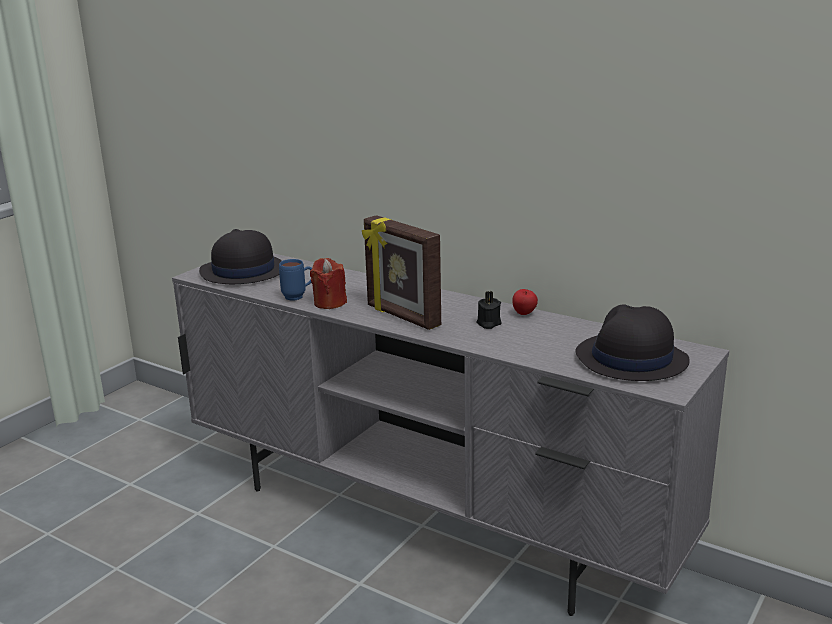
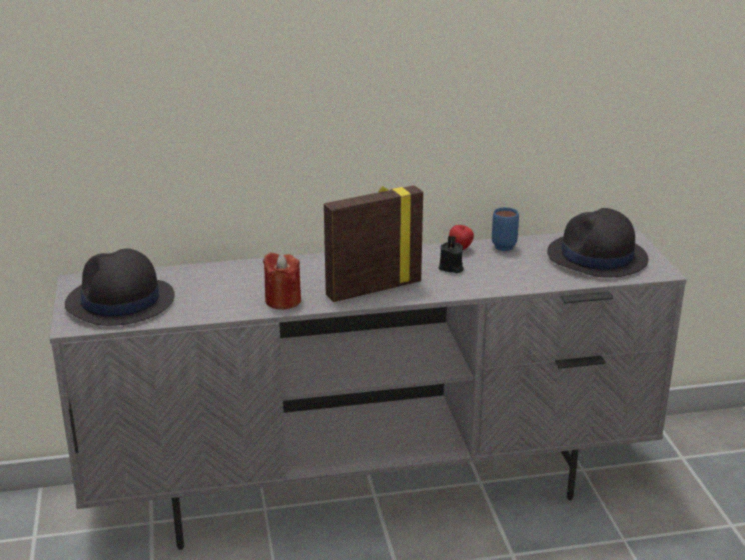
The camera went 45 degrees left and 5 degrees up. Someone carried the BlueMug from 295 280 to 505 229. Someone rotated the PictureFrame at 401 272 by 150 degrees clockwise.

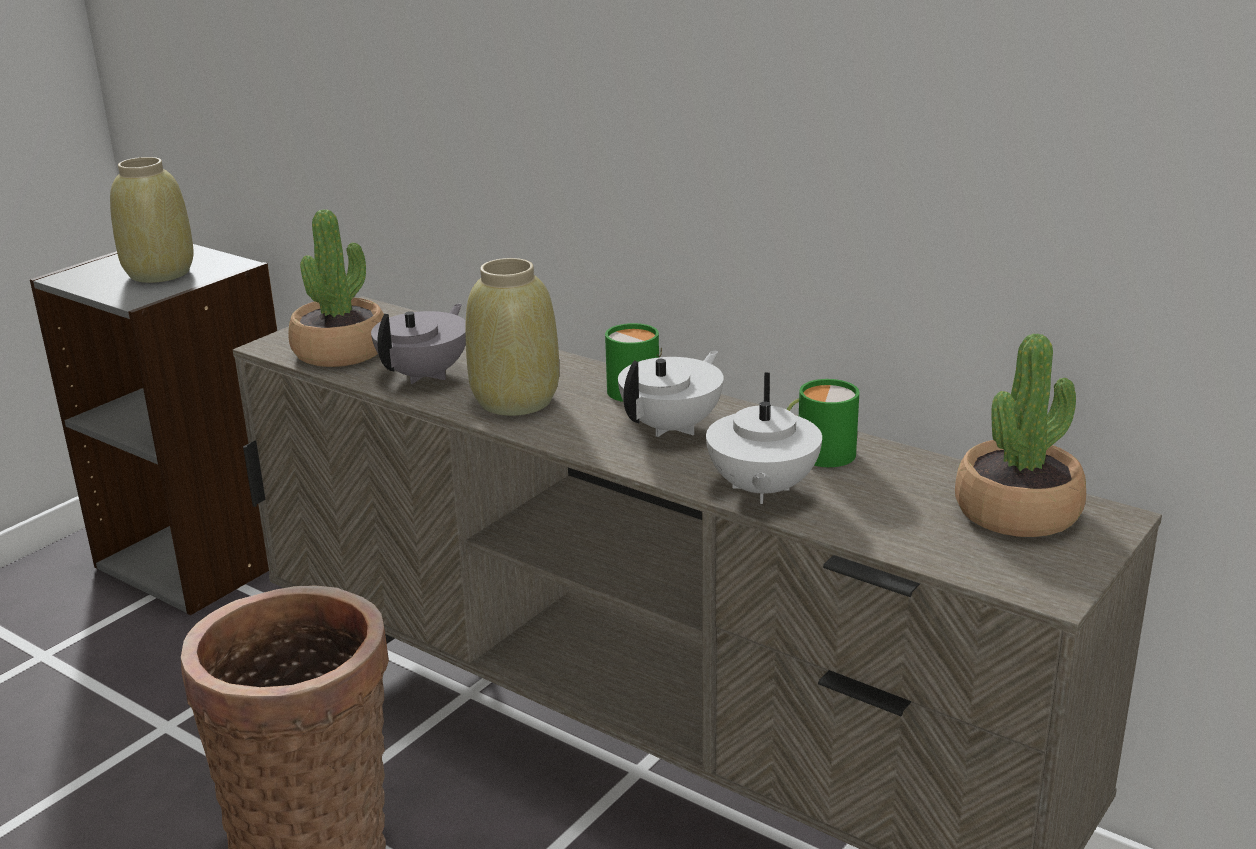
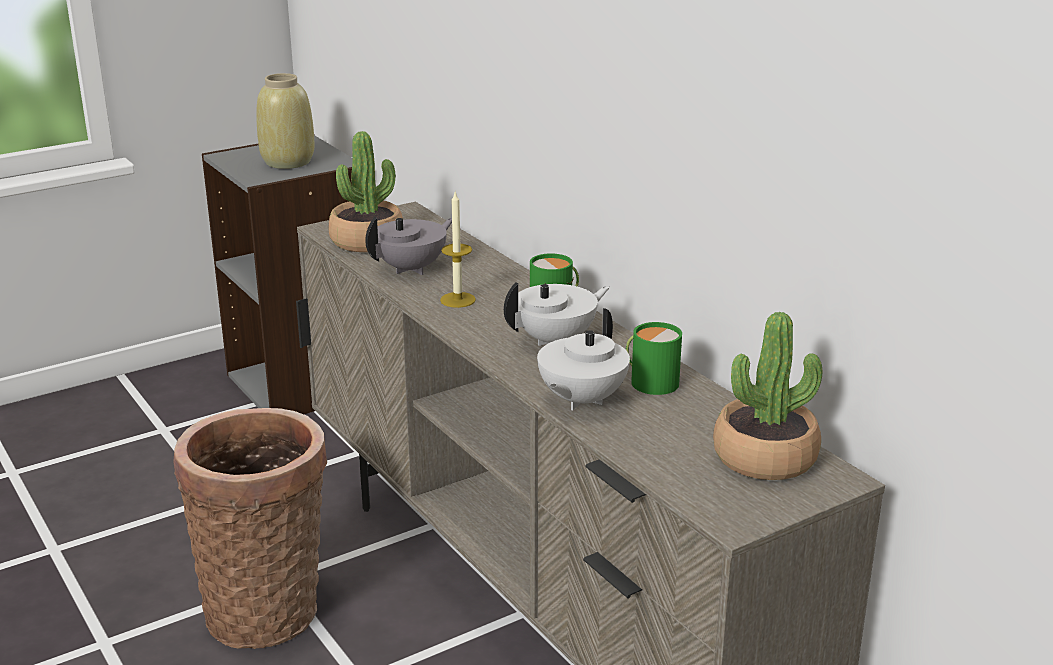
The camera went 20 degrees right and 0 degrees up. Someone swapped the BeigeVase at 512 337 for the Candle at 458 250.

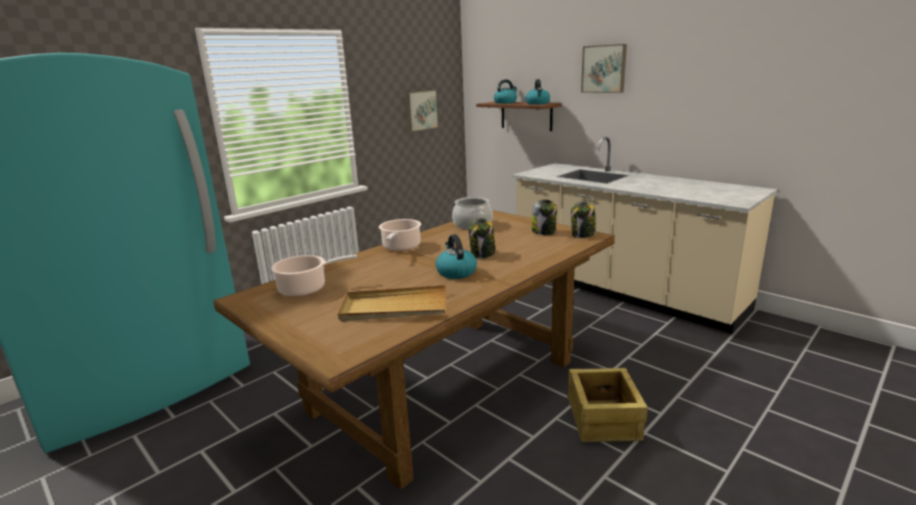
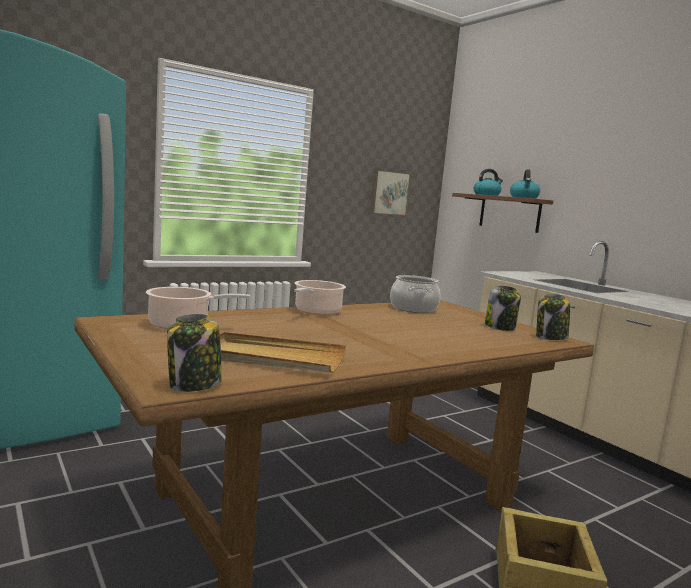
The camera went 10 degrees right and 10 degrees down. Someone took away the Kettle at 456 256. Someone carried the Jar from 482 238 to 194 353. Someone took away the Picture at 604 68.

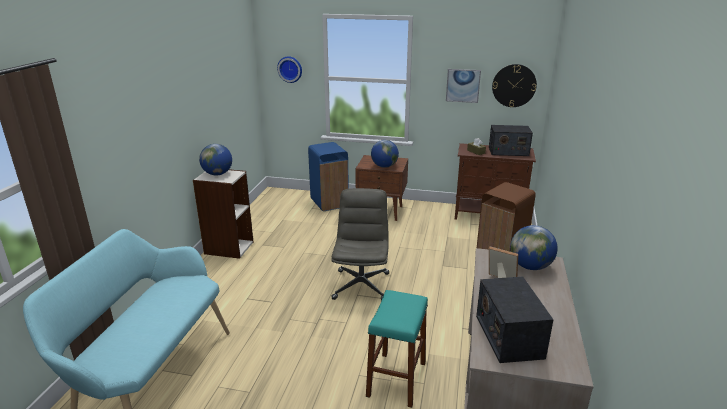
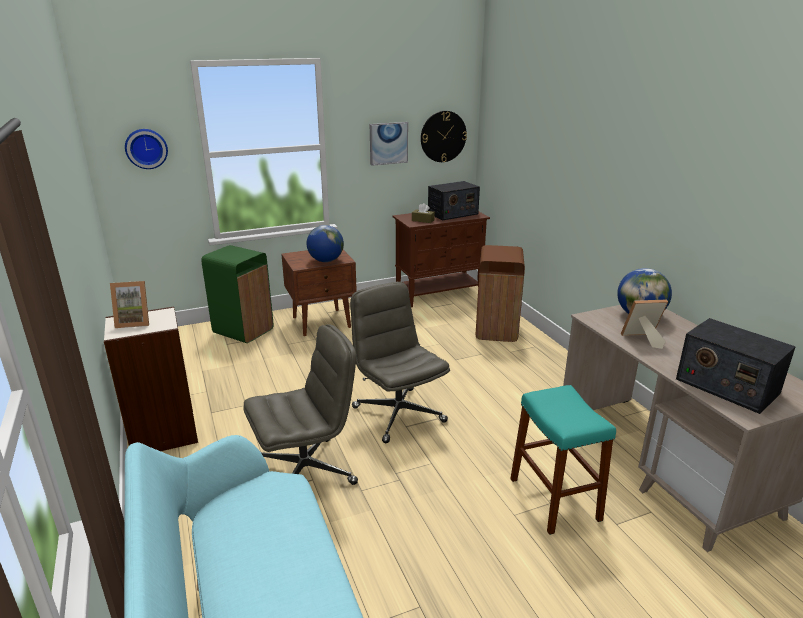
The camera went 35 degrees left and 0 degrees up. Someone swapped the Globe at 215 160 for the PictureFrame at 129 304. Someone repainted the BlueTrashCan at 328 176, which became the GreenTrashCan at 237 294. Someone put down the GreyOfficeChair at 300 404.

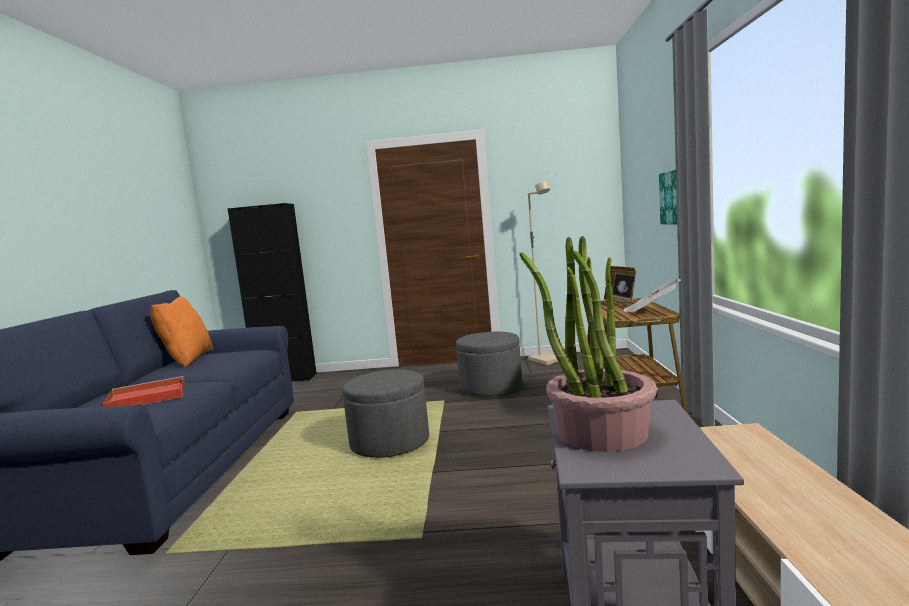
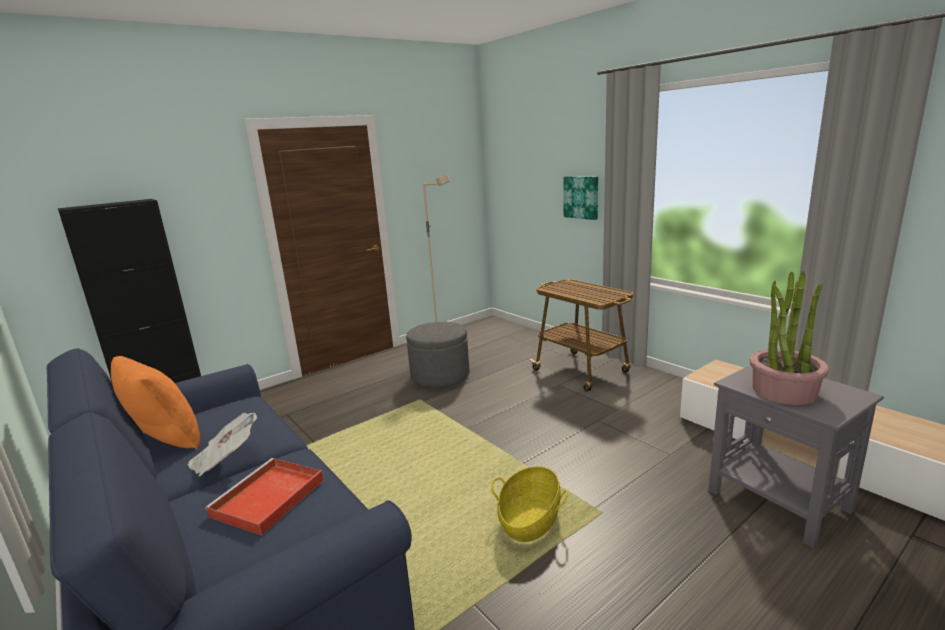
The camera went 40 degrees left and 10 degrees up. Someone took away the GreyOttoman at 385 414. Someone took away the PictureFrame at 620 286. Someone carried the Newspaper from 652 295 to 222 445. Someone put down the Basket at 529 504.

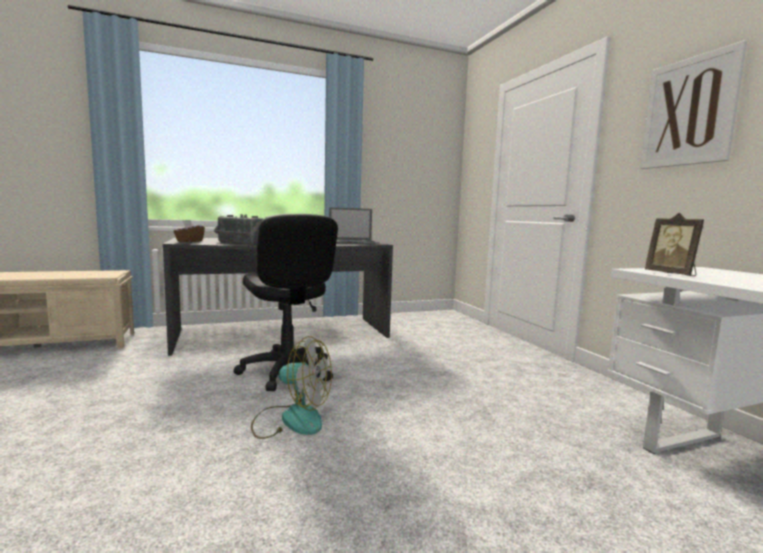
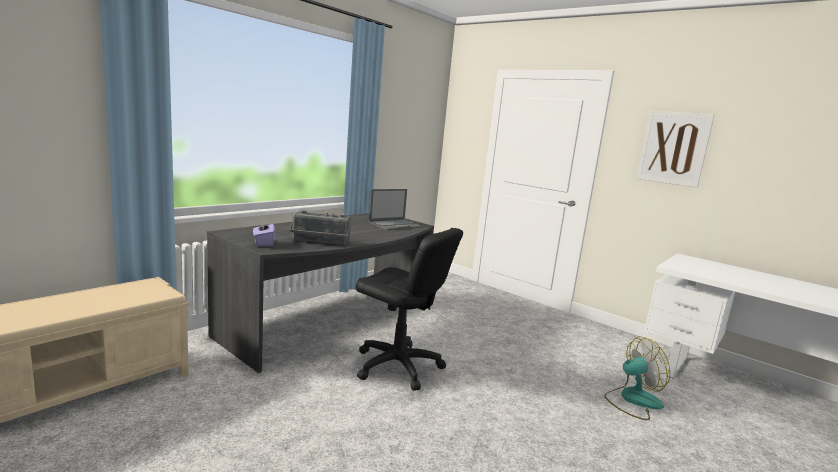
The camera went 30 degrees left and 5 degrees up. Someone repainted the BrownTissueBox at 189 231, which became the PurpleTissueBox at 264 233. Someone carried the Fan from 291 387 to 637 378. Someone took away the PictureFrame at 674 244.

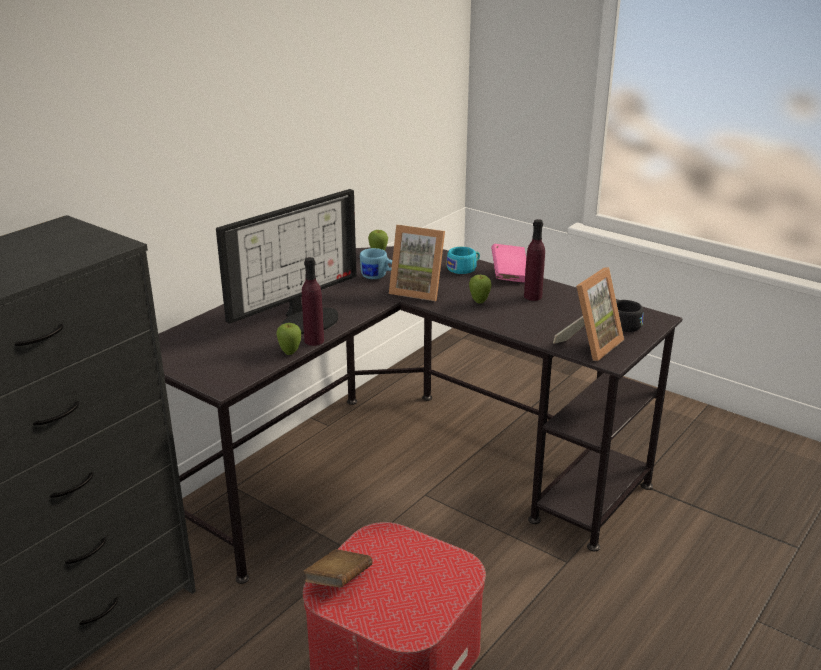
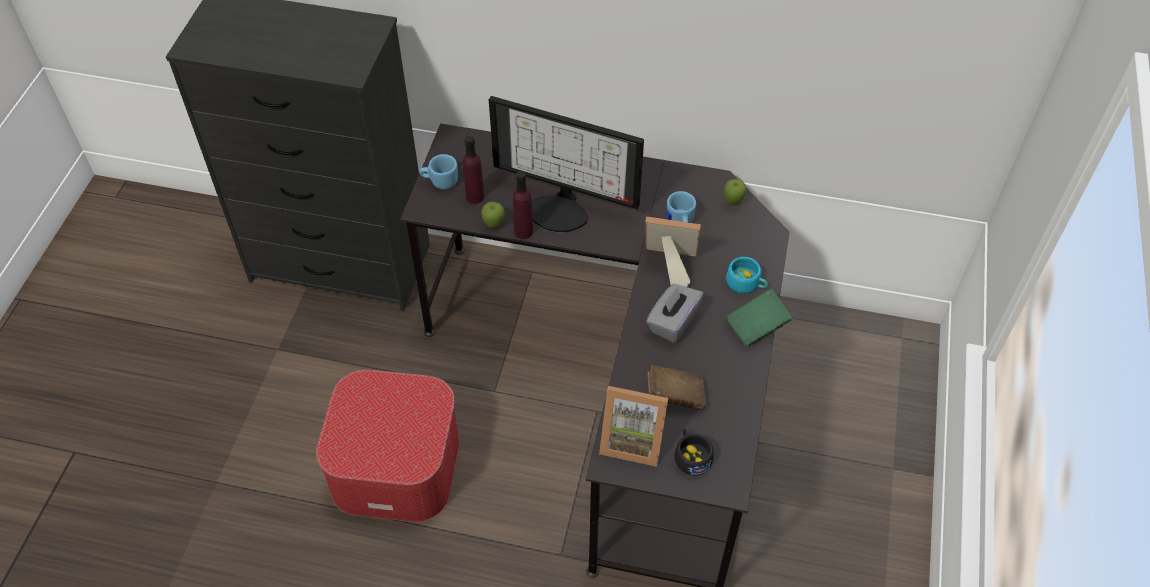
The camera went 65 degrees right and 25 degrees up. Someone carried the BrownBook from 338 568 to 677 388. Someone rotated the PictureFrame at 417 263 by 105 degrees clockwise. Someone swapped the Apple at 480 289 for the GreyTissueBox at 675 313. Someone repainted the PinkBook at 508 263, which became the GreenBook at 759 317. Someone carried the PurpleBottle from 534 260 to 473 170. Someone put down the BlueMug at 439 171.

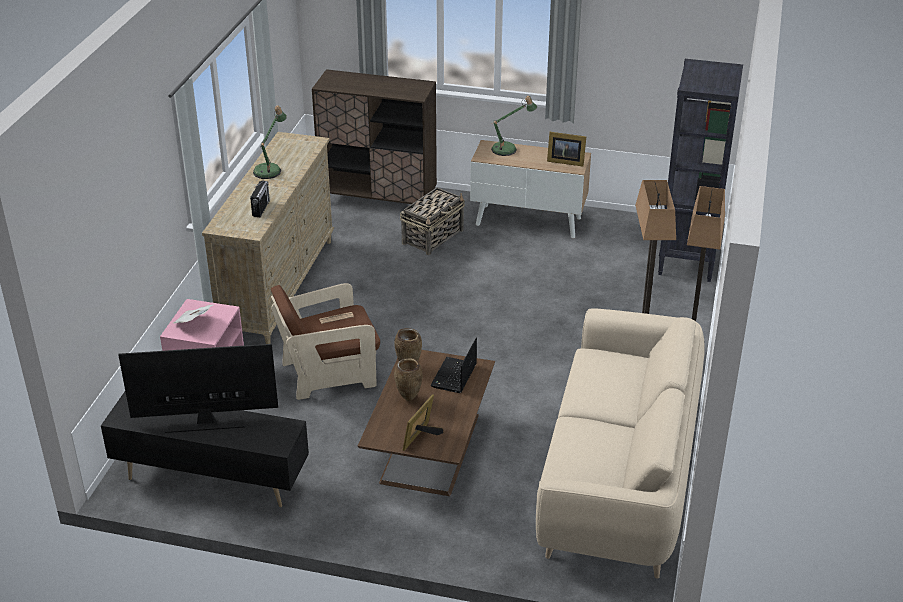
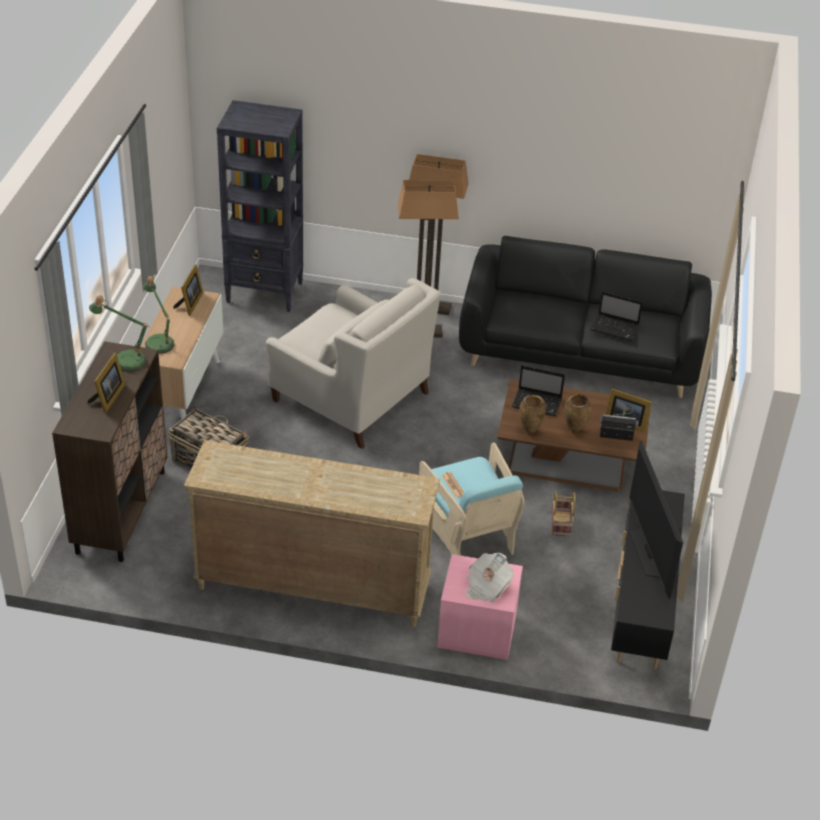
The camera went 95 degrees left and 5 degrees up. Someone carried the Radio from 260 199 to 618 426. Someone carried the TableLamp from 270 142 to 119 333. Someone repainted the BrownArmchair at 325 341, which became the TurquoiseArmchair at 471 499. Someone repainted the BeigeSofa at 620 443, which became the BlackSofa at 585 317. Someone put down the PictureFrame at 106 383. Someone put down the WhiteArmchair at 353 363. Someone put down the Basket at 563 513. Someone put down the Laptop at 616 316.

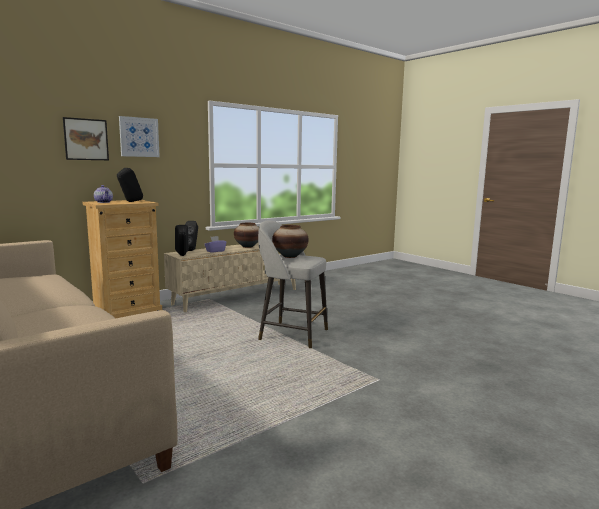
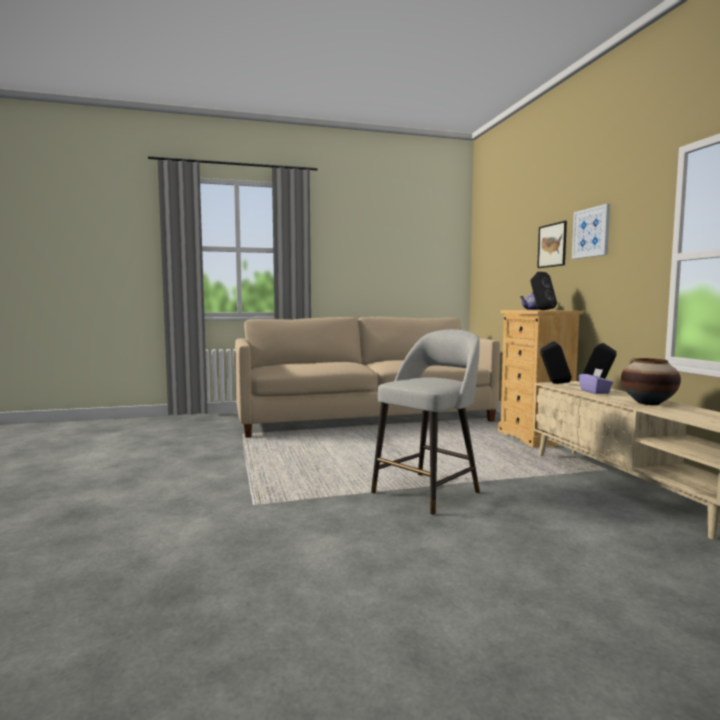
The camera went 115 degrees right and 5 degrees down. Someone took away the Vase at 290 241.

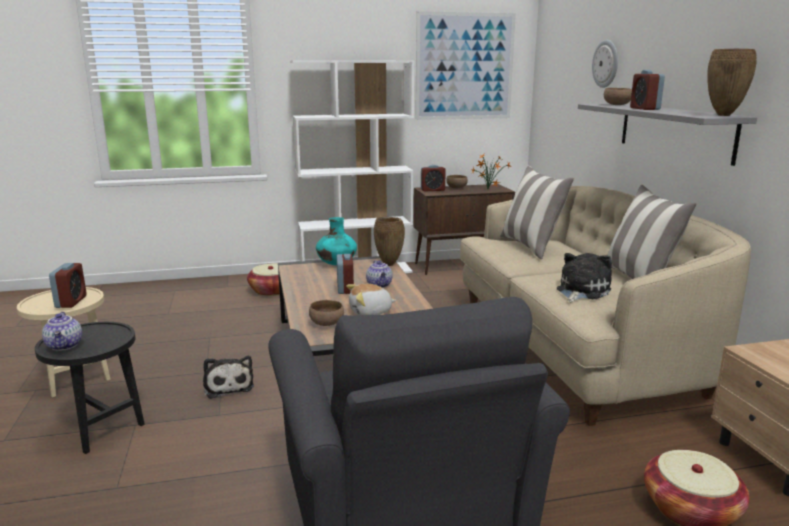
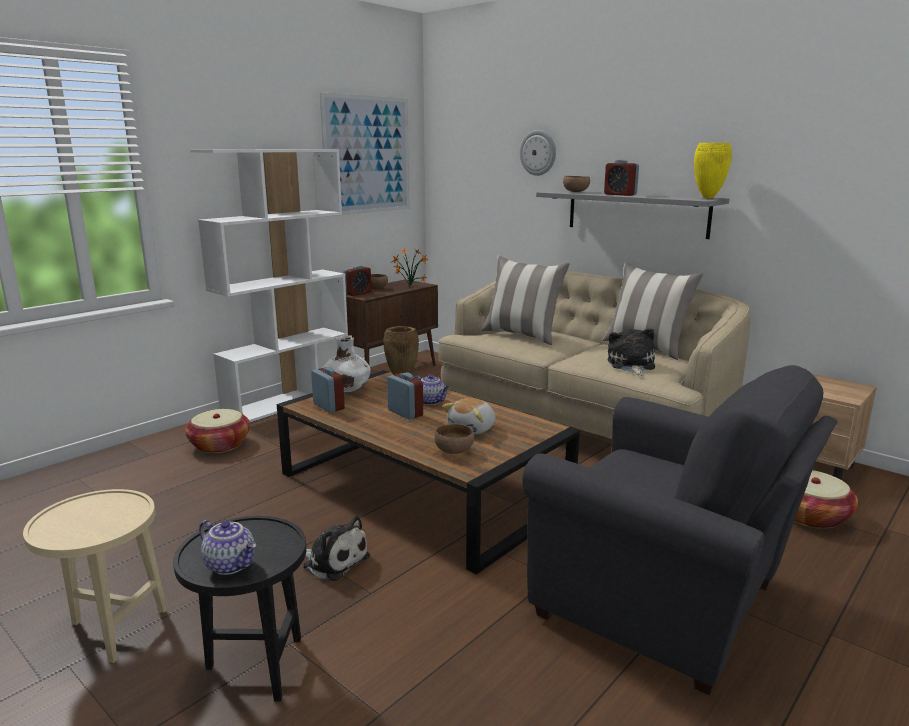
The camera went 35 degrees left and 0 degrees up. Someone carried the AlarmClock from 68 285 to 328 390. Someone repainted the TurquoiseVase at 336 241, which became the WhiteVase at 347 363. Someone repainted the BrownVase at 732 82, which became the YellowVase at 713 171.

